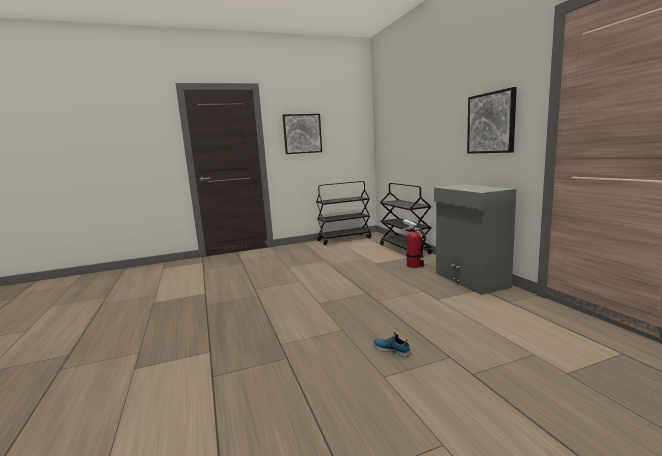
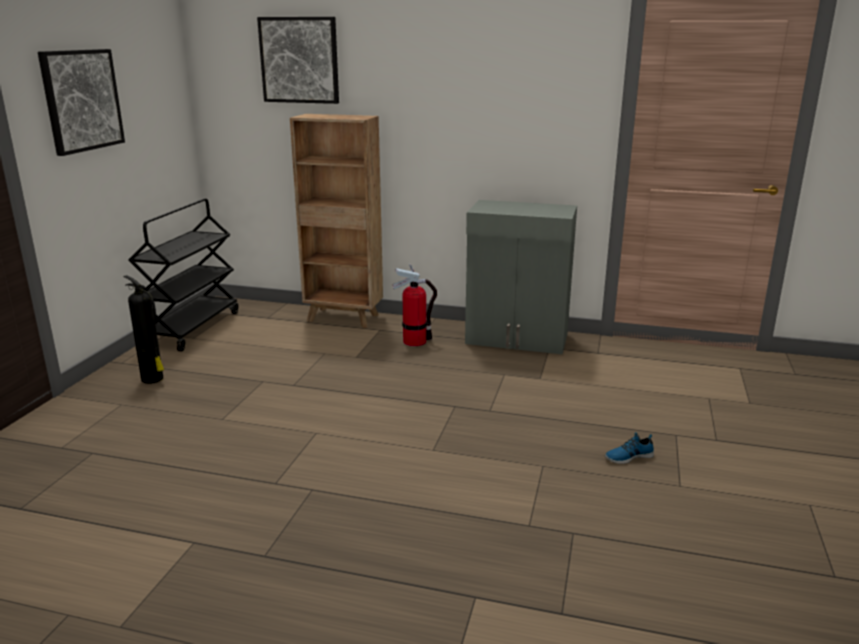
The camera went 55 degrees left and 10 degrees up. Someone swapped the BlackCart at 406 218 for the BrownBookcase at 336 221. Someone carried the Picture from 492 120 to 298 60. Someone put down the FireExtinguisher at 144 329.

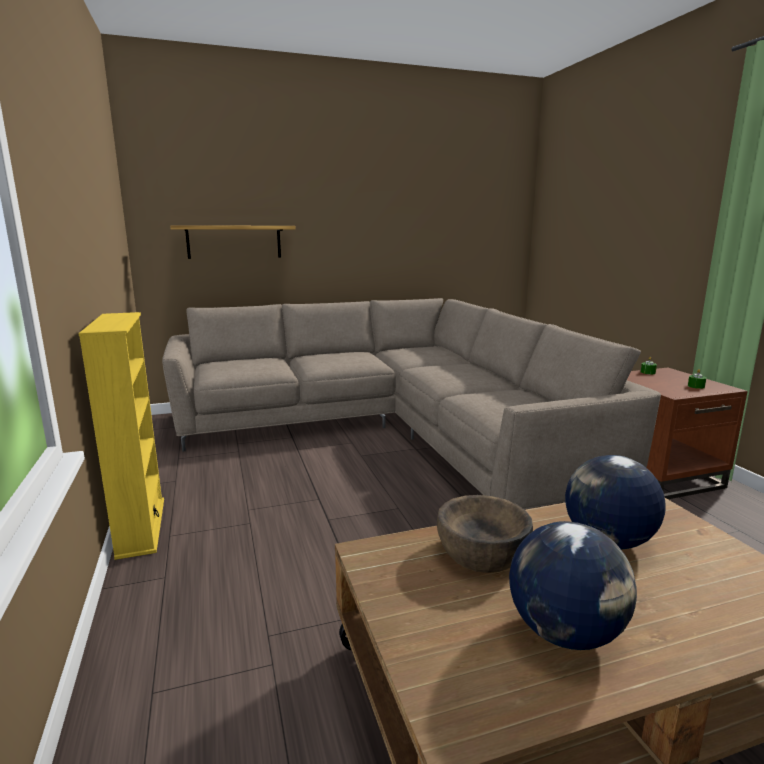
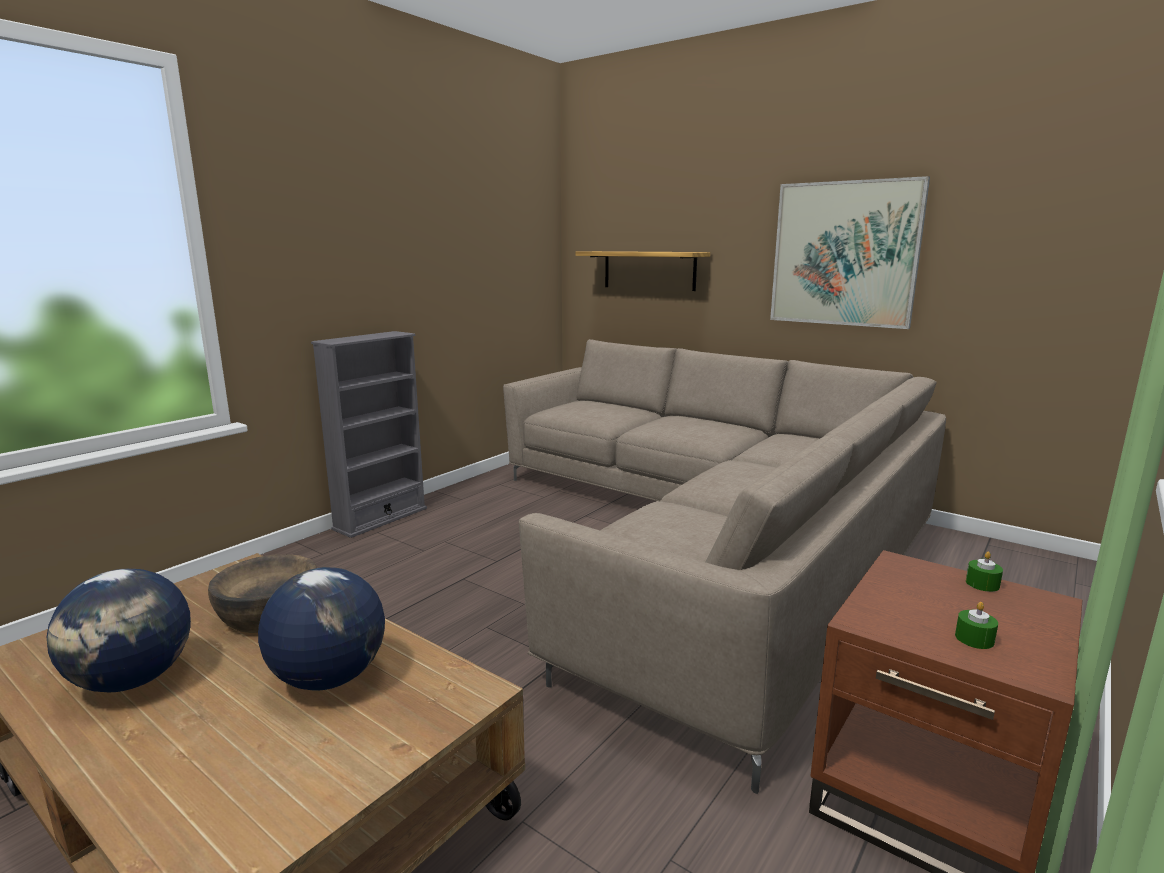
The camera went 55 degrees right and 0 degrees up. Someone repainted the YellowBookcase at 121 436, which became the GreyBookcase at 369 434. Someone put up the Picture at 850 252.

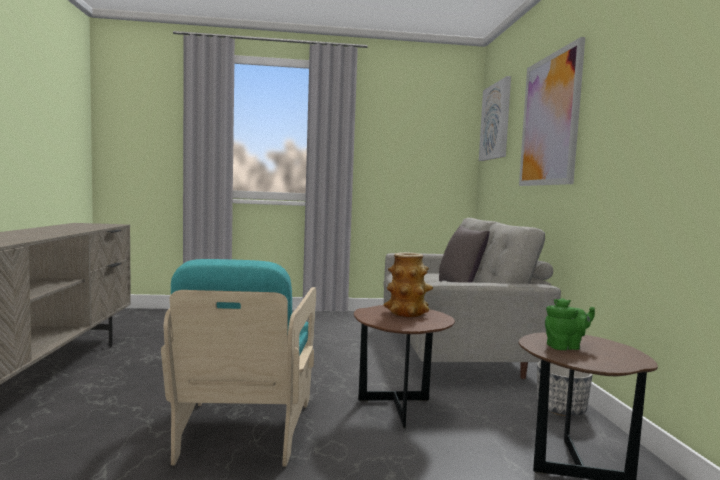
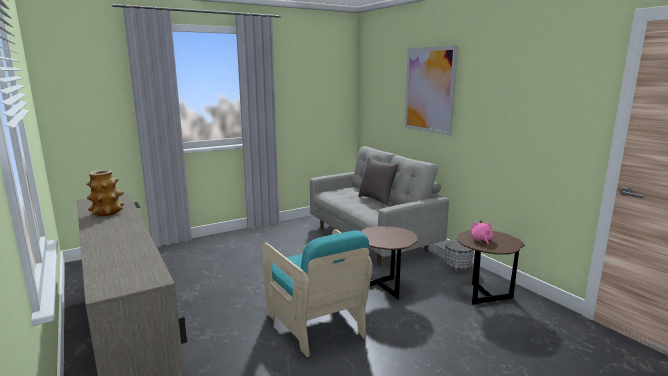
The camera went 25 degrees left and 10 degrees up. Someone carried the Vase from 408 284 to 105 193. Someone took away the Picture at 495 118. Someone swapped the GreenTeapot at 570 324 for the PinkPlushToy at 482 233.

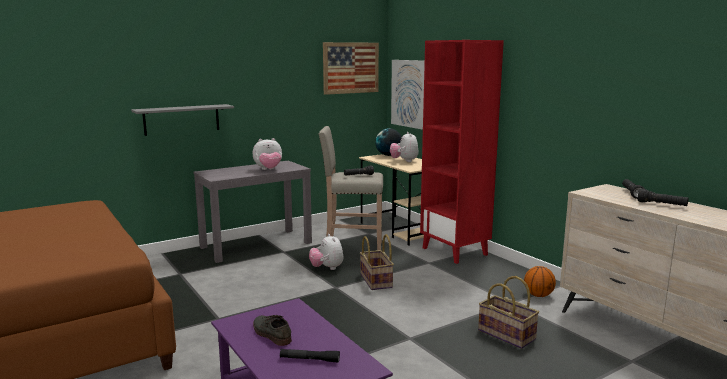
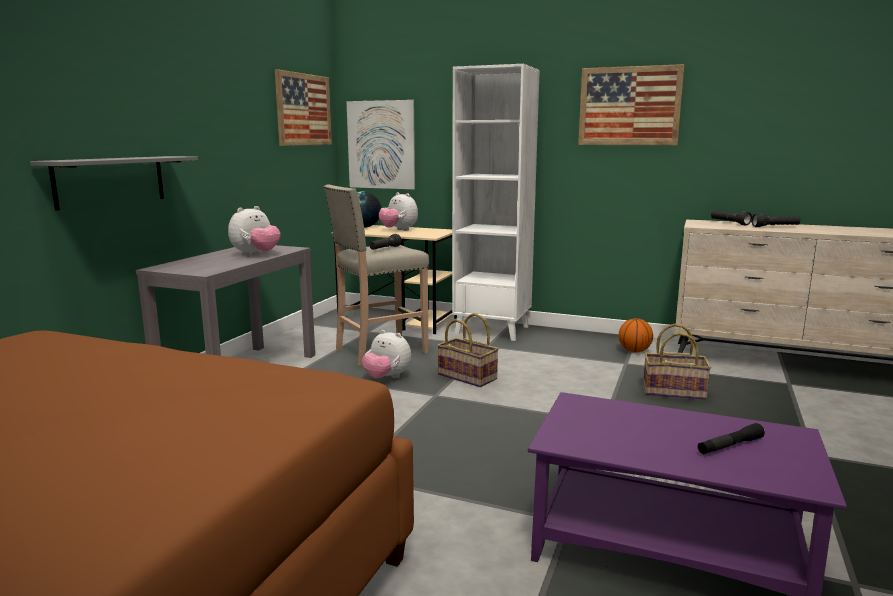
The camera went 35 degrees left and 0 degrees up. Someone took away the GreyShoe at 272 330. Someone repainted the RedBookcase at 462 152, which became the WhiteBookcase at 496 202. Someone put up the Picture at 631 104.

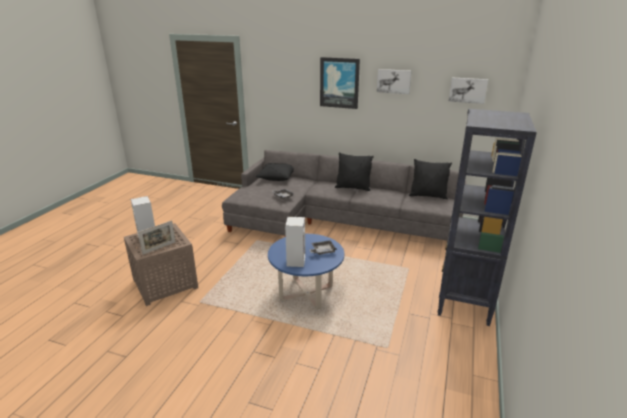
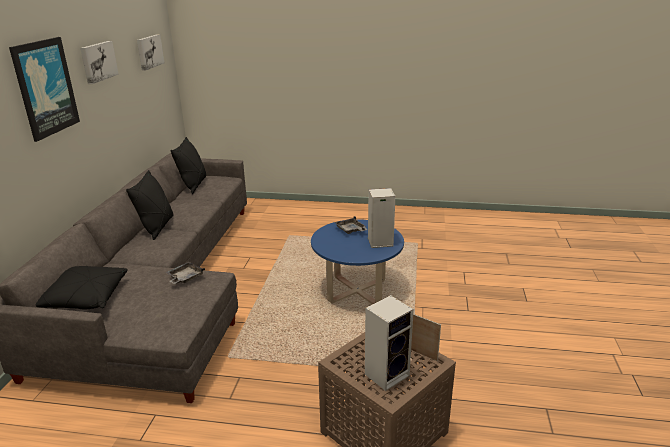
The camera went 100 degrees left and 0 degrees up. Someone took away the BlackBookcase at 487 217.

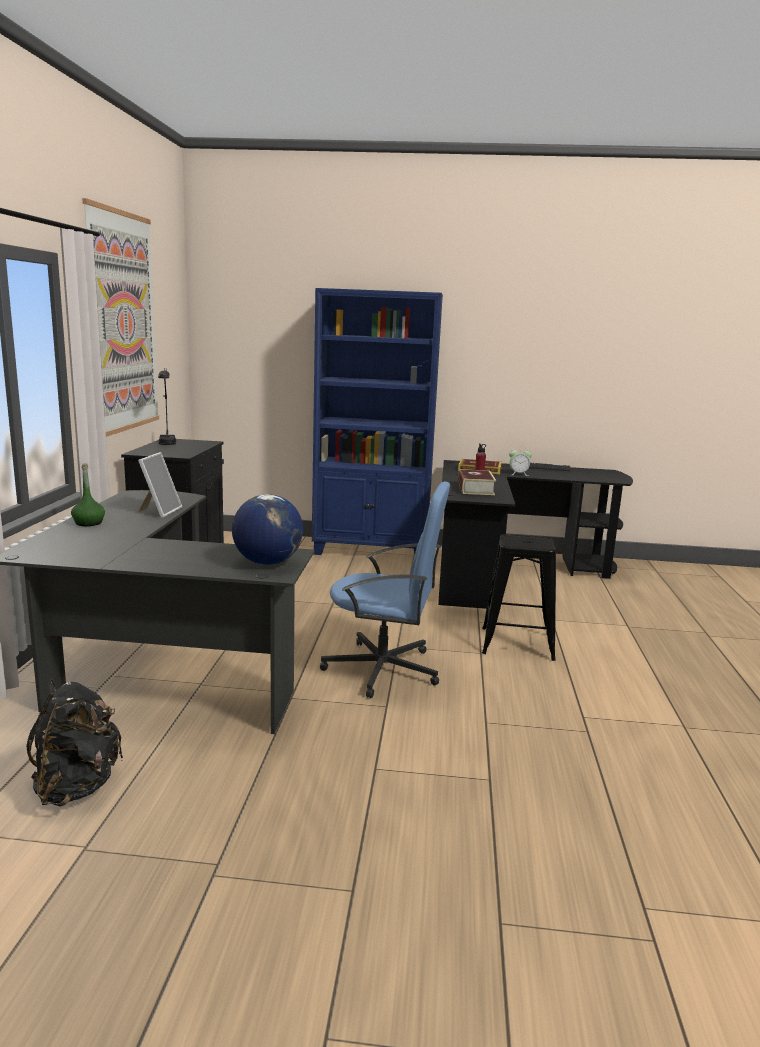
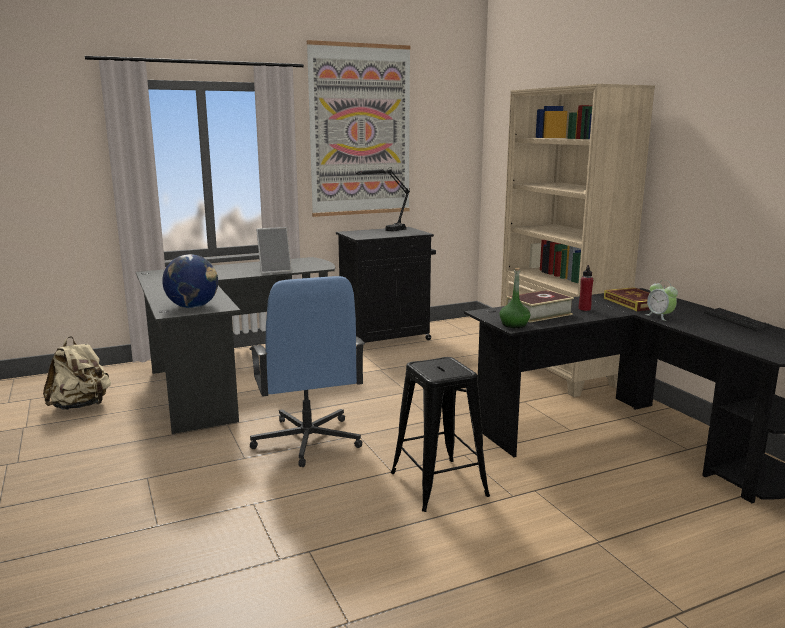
The camera went 60 degrees right and 0 degrees up. Someone repainted the BlackBackpack at 74 742, which became the BeigeBackpack at 77 373. Someone carried the GreenBottle from 88 494 to 514 298. Someone repainted the BlueBookcase at 377 421, which became the BeigeBookcase at 578 240.

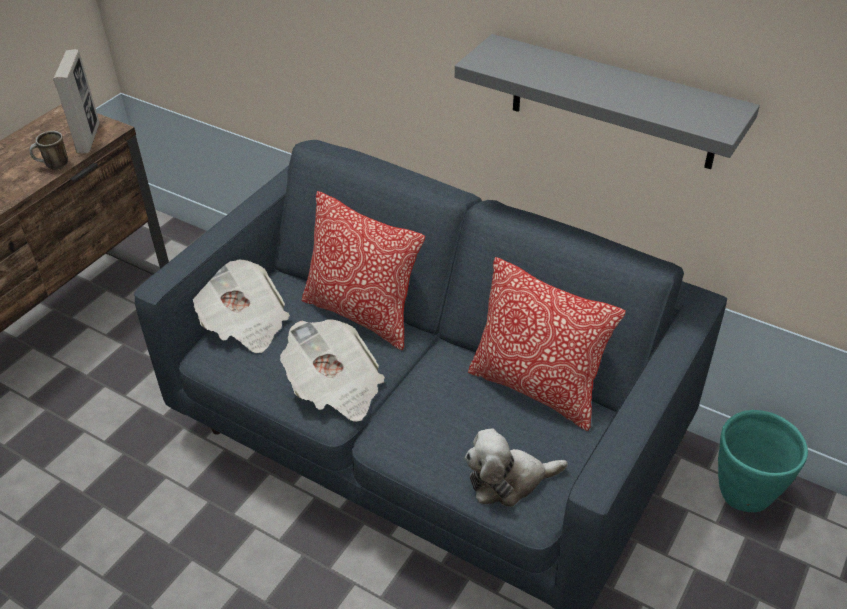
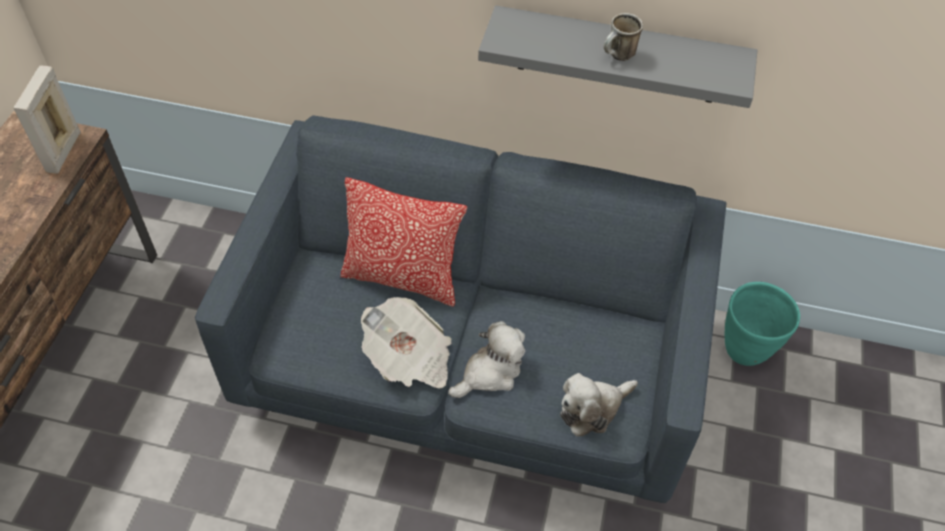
The camera went 20 degrees left and 10 degrees up. Someone carried the Mug from 49 150 to 623 37. Someone rotated the PictureFrame at 76 101 by 150 degrees counterclockwise. Someone took away the Newspaper at 241 306. Someone took away the Pillow at 547 344. Someone put down the PlushToy at 487 359.

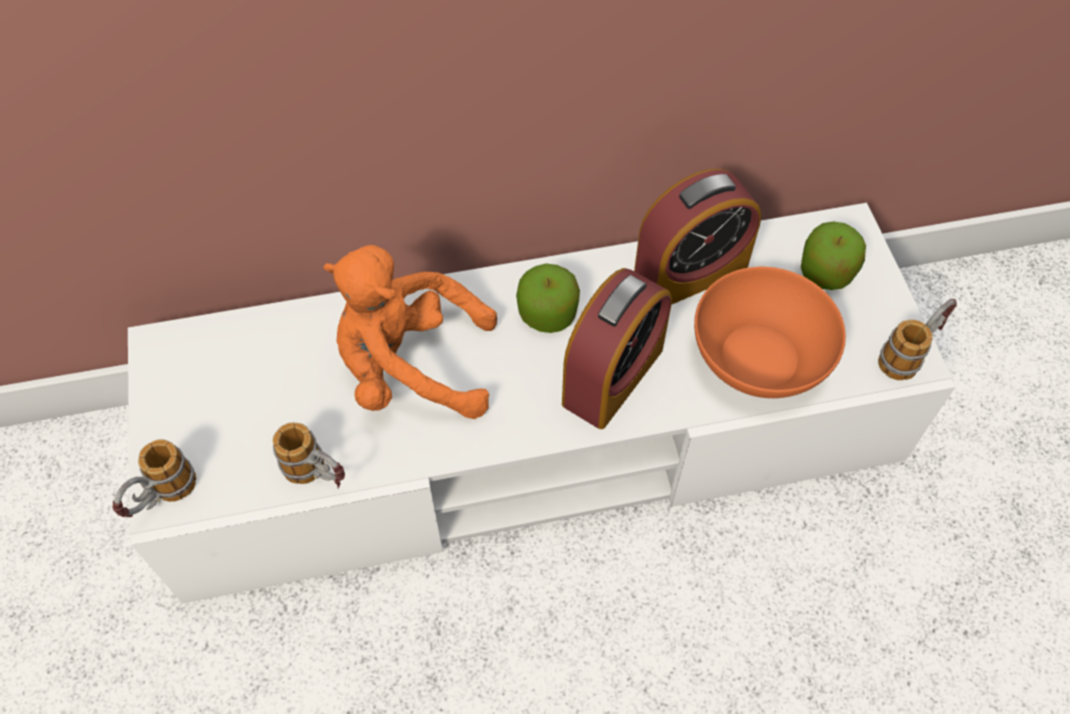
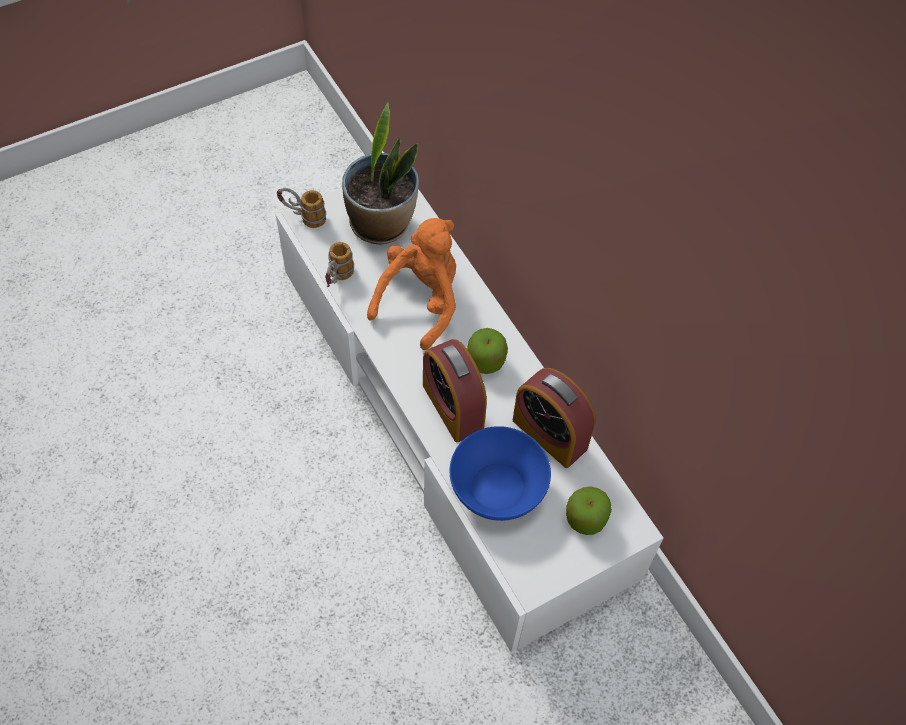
The camera went 70 degrees right and 0 degrees up. Someone rotated the OrangePlushToy at 410 332 by 45 degrees clockwise. Someone rotated the AlarmClock at 617 348 by 45 degrees clockwise. Someone repainted the OrangeBowl at 770 332, which became the BlueBowl at 500 473. Someone took away the Mug at 917 339. Someone put down the PottedPlant at 380 173.

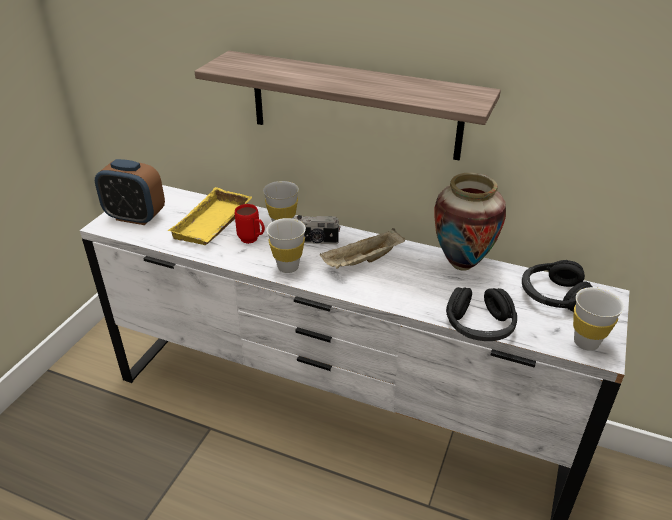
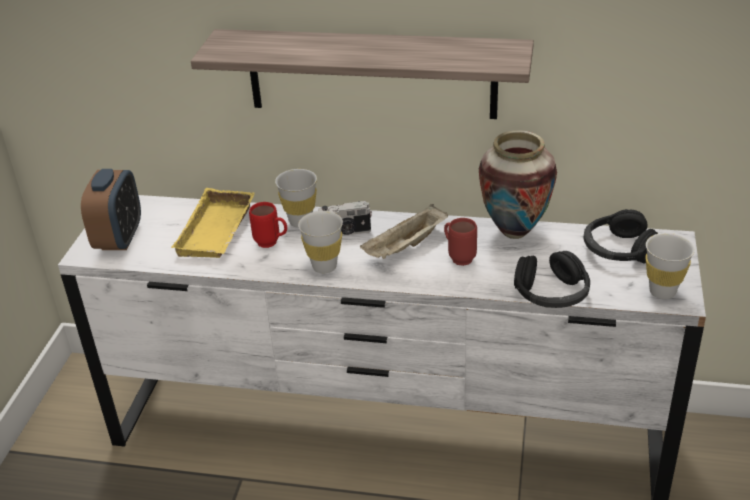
The camera went 10 degrees left and 0 degrees up. Someone rotated the AlarmClock at 130 192 by 90 degrees counterclockwise. Someone put down the RedMug at 460 242.

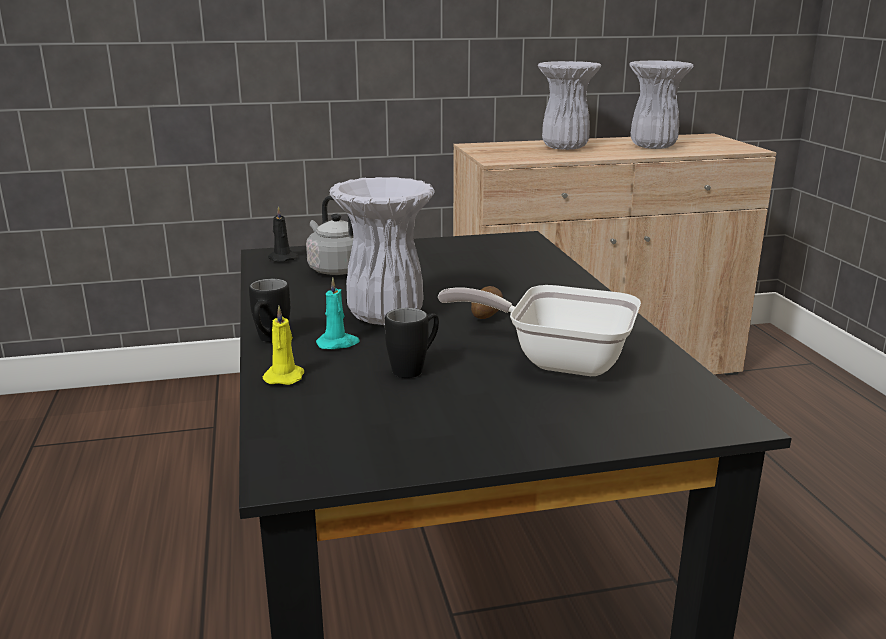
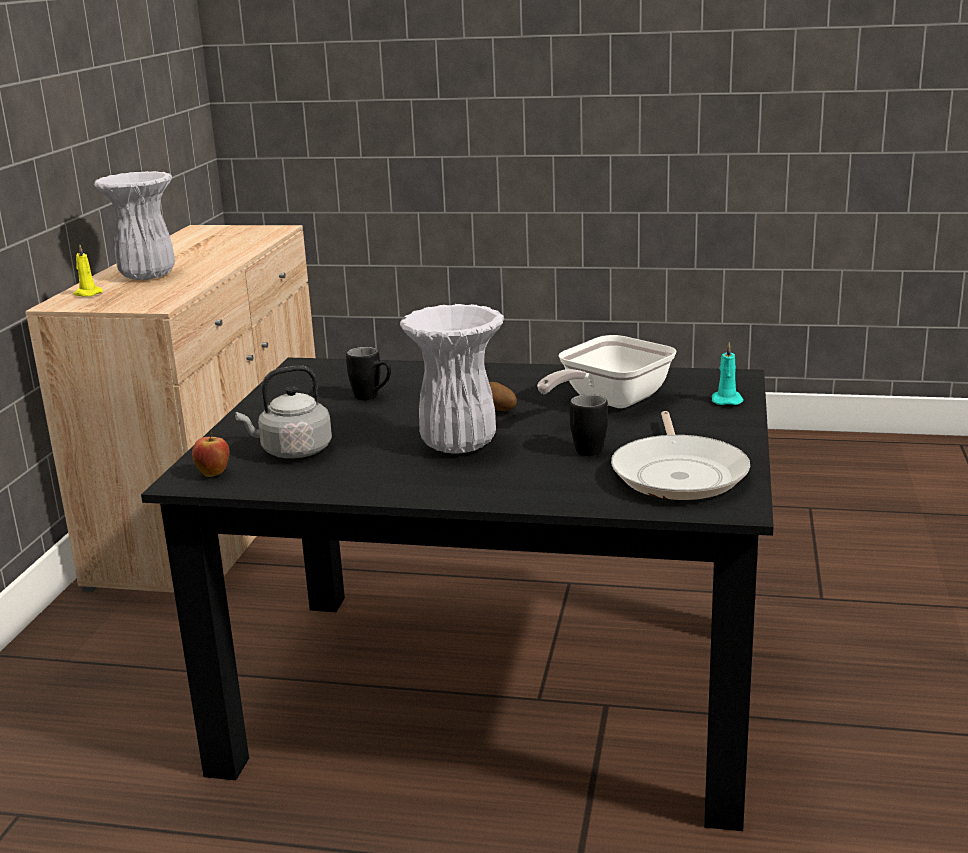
The camera went 65 degrees left and 0 degrees up. Someone carried the BlackMug from 269 310 to 368 374. Someone carried the YellowCandle from 283 345 to 88 270. Someone swapped the BlackCandle at 283 234 for the Apple at 210 453. Someone carried the TurquoiseCandle from 338 313 to 728 374. Someone took away the WhiteVase at 661 105. Someone put down the FryingPan at 680 455.

